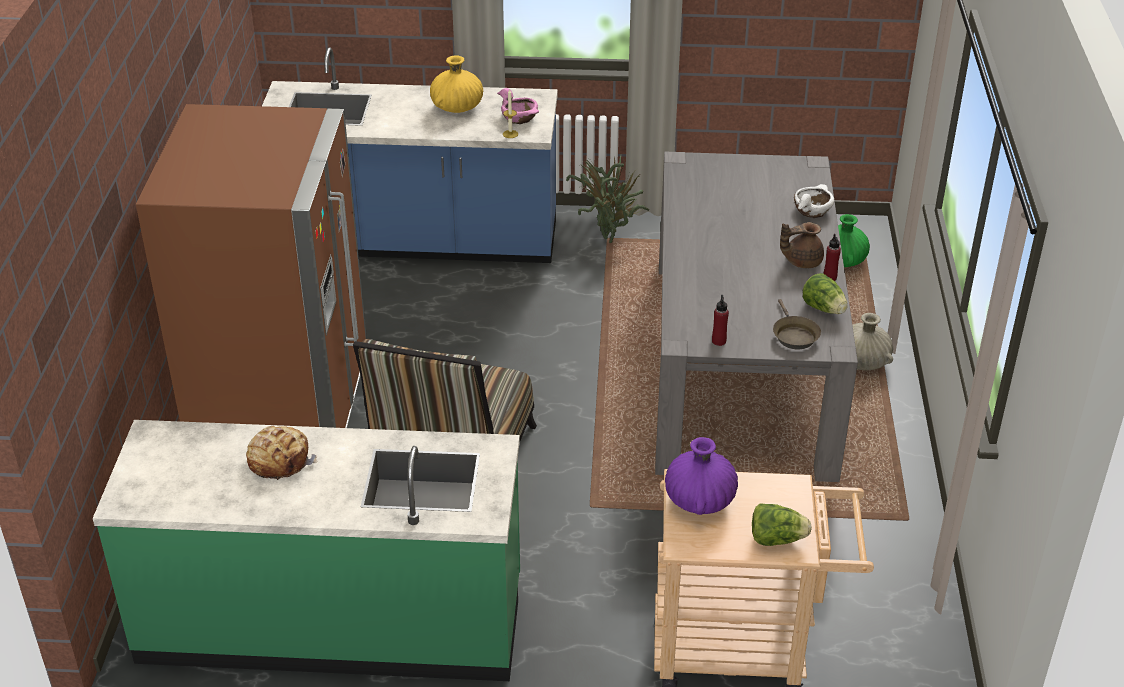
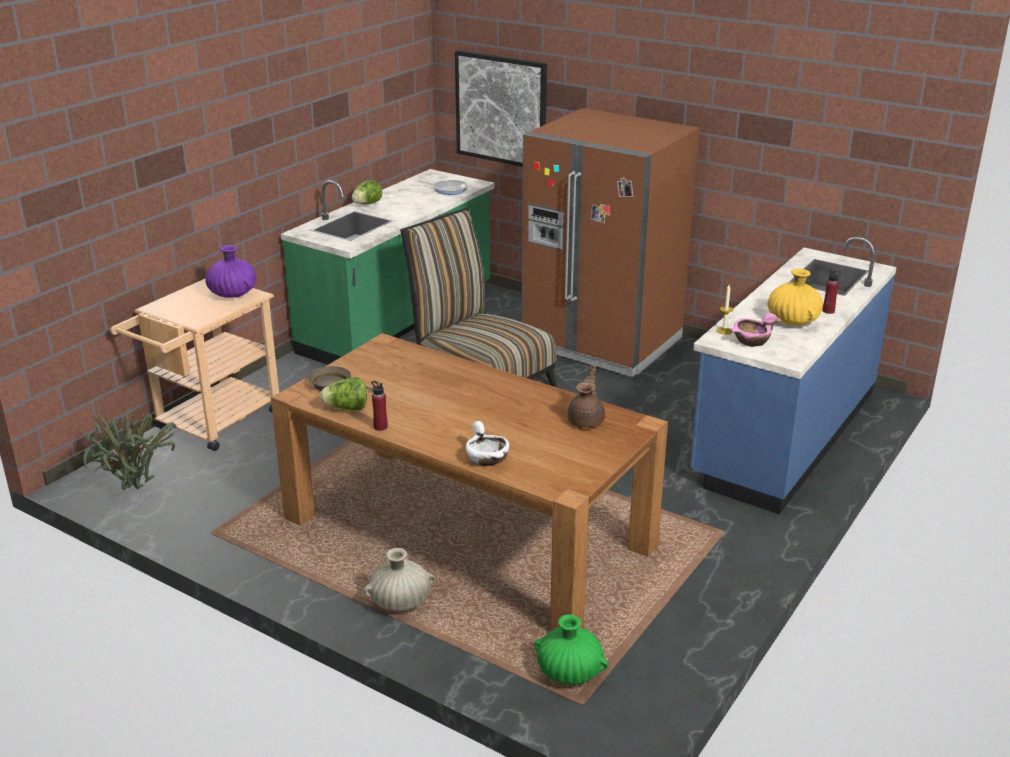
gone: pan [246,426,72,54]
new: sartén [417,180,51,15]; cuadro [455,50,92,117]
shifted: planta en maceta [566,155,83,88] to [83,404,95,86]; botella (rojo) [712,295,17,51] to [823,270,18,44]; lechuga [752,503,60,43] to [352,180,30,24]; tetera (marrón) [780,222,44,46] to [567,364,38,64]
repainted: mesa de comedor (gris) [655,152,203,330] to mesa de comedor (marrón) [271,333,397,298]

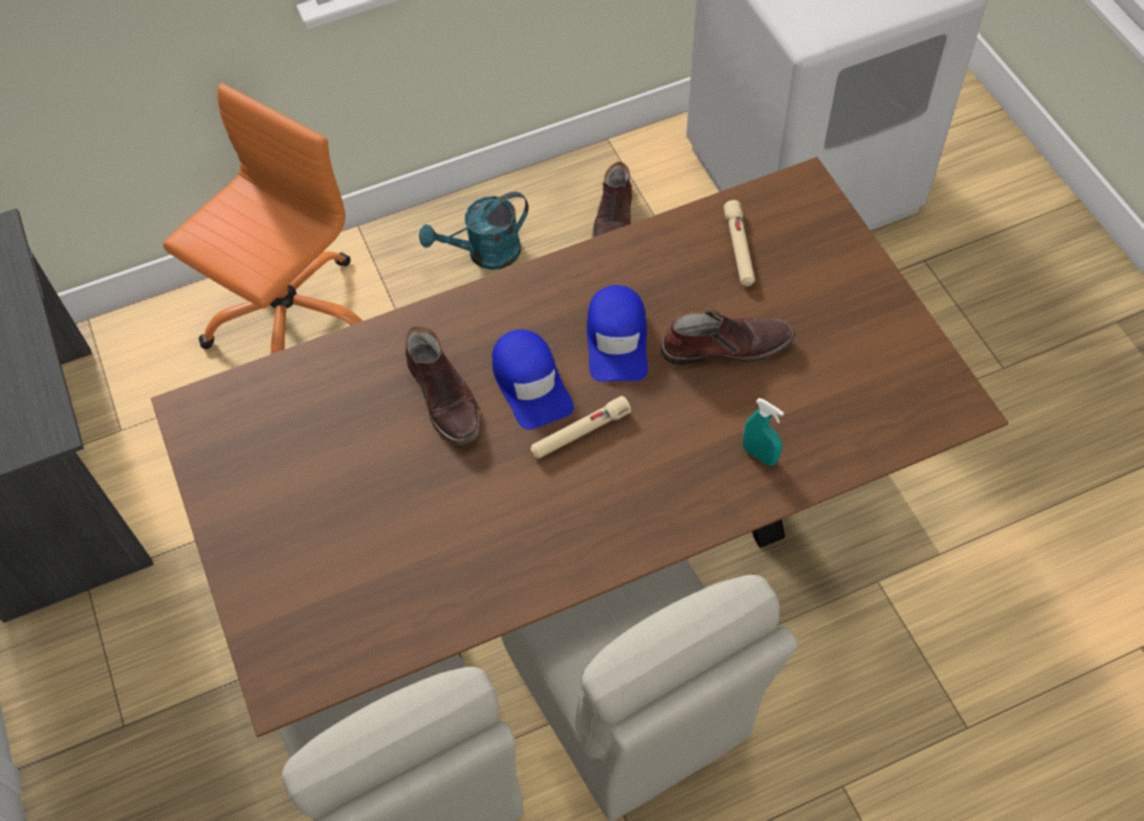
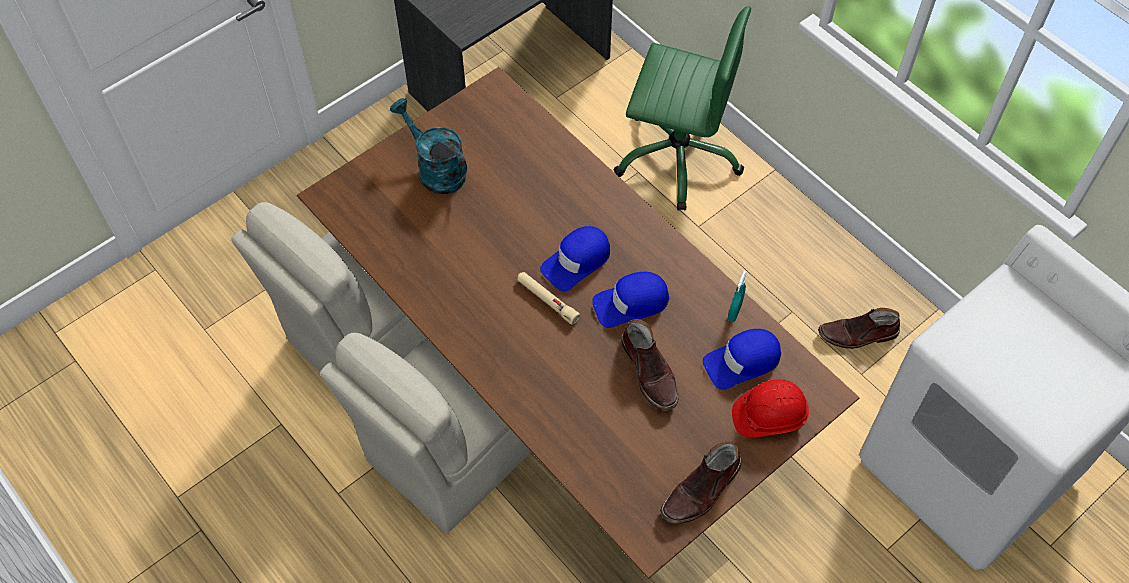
new: casco (rojo) [732,379,77,58]
shifted: bota (marrón) [406,326,75,119] to [660,441,81,83]; regadera (turquesa) [419,192,110,78] to [390,98,77,96]; pulverizador (turquesa) [743,398,41,68] to [728,271,19,51]
swapped: linterna (beis) [724,200,31,86] to gorra (azul) [703,329,78,61]
repainted: silla de oficina (naranja) [163,83,200,271] to silla de oficina (verde) [613,7,138,204]

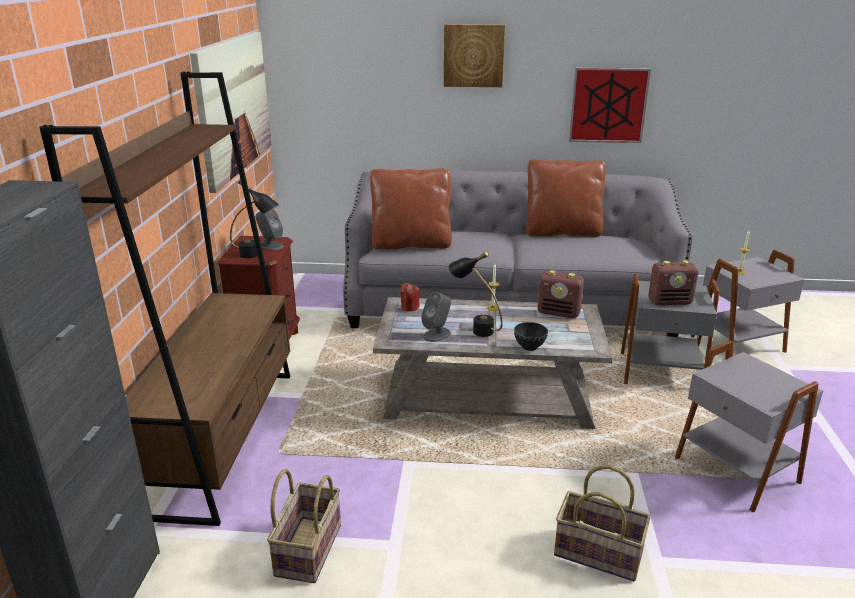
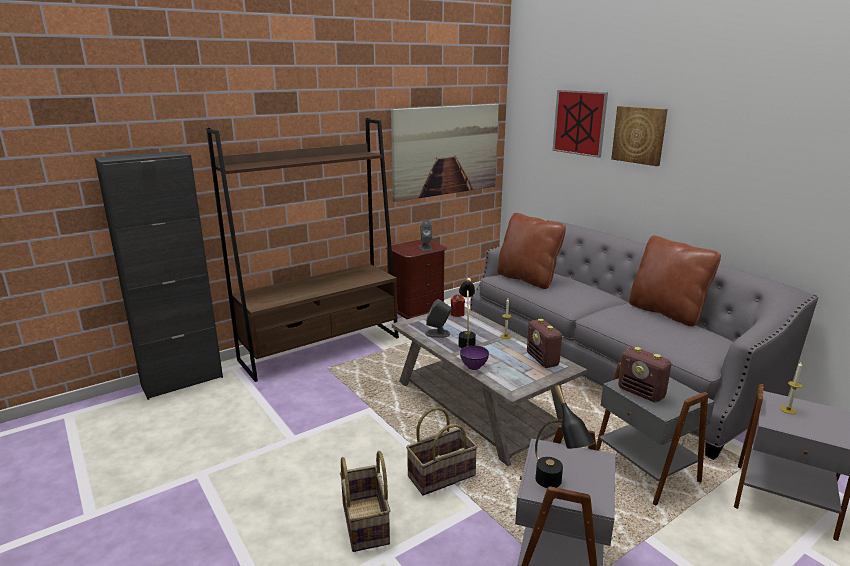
shifted: lámpara de mesa (negro) [230,180,49,78] to [535,385,60,103]; cesta [267,469,74,114] to [406,407,72,89]; cuadro [569,68,82,75] to [552,90,56,68]
repainted: cuenco (negro) [514,322,34,29] to cuenco (morado) [460,345,29,25]

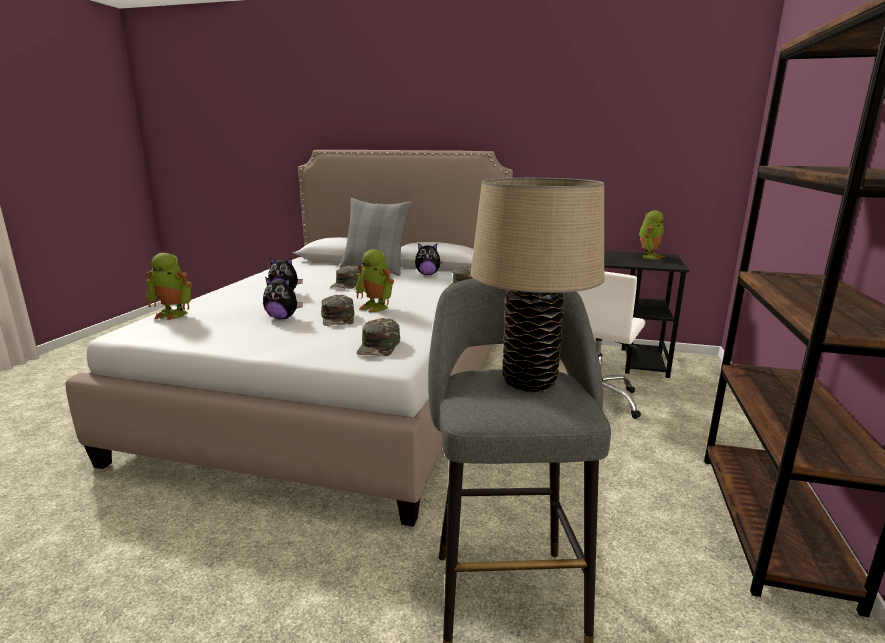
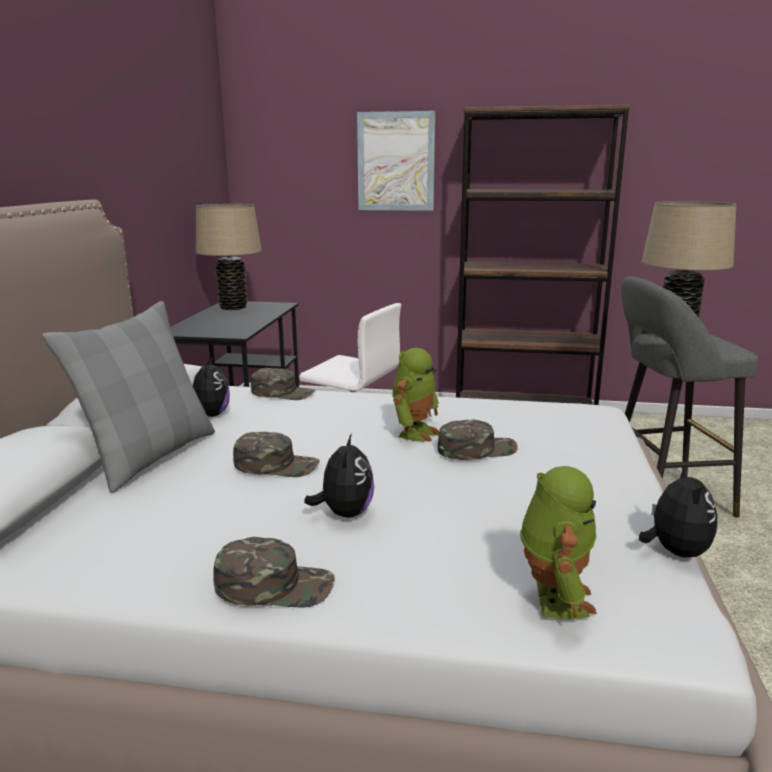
new: cuadro [357,111,78,100]
shifted: peluche [263,277,40,42] to [639,463,78,94]; gorra (verde) [357,318,43,38] to [213,537,122,71]
swapped: robot de juguete [639,210,25,50] to lámpara de mesa (beis) [196,204,66,106]

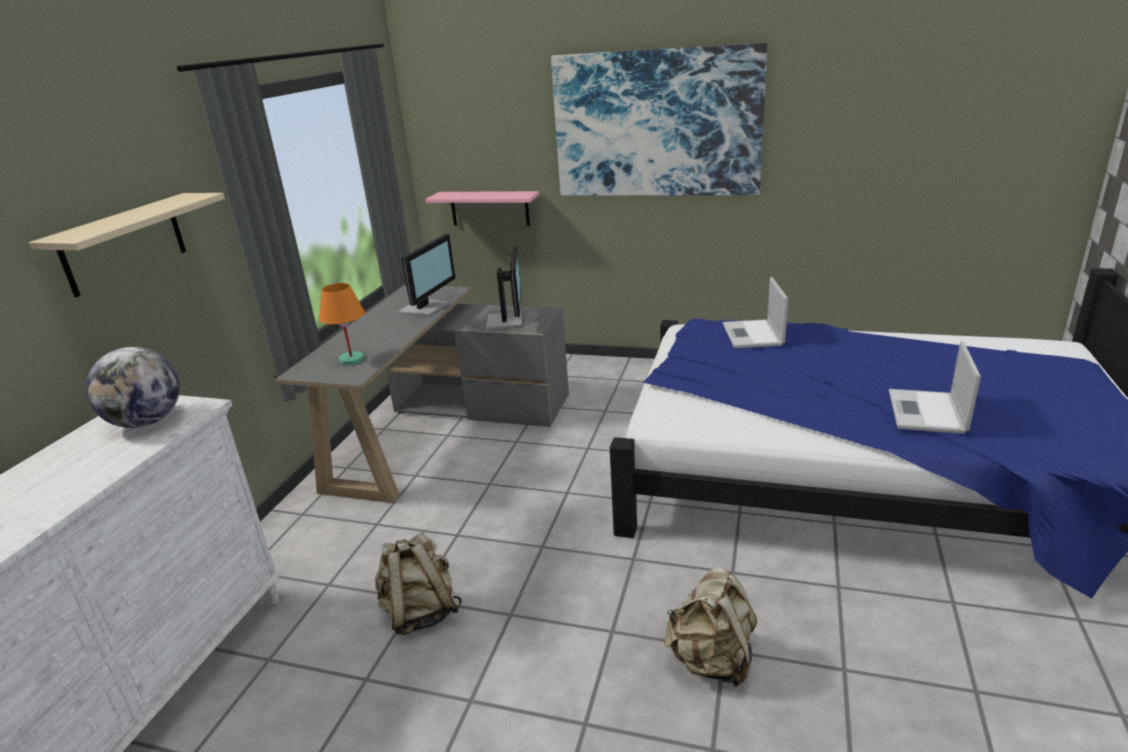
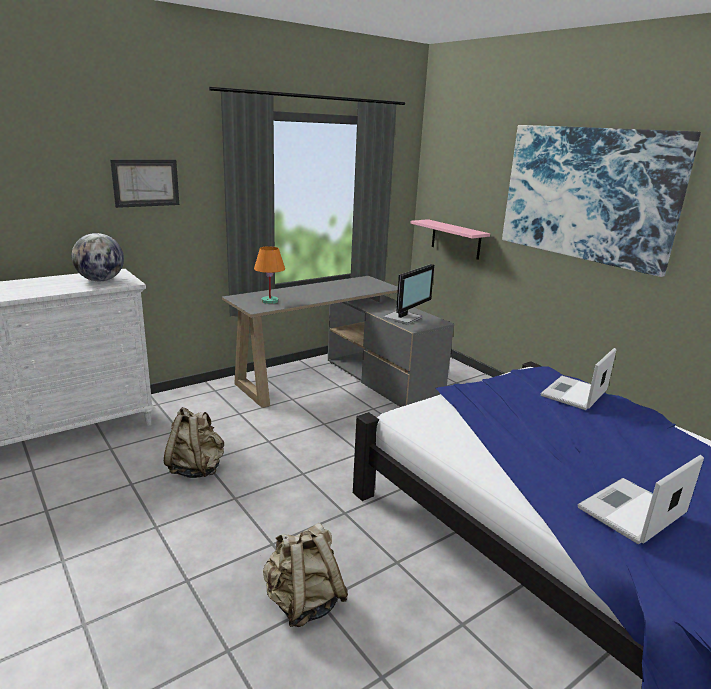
gone: monitor [398,234,58,83]
swapped: estante (beis) [29,193,196,104] to cuadro [110,160,69,48]

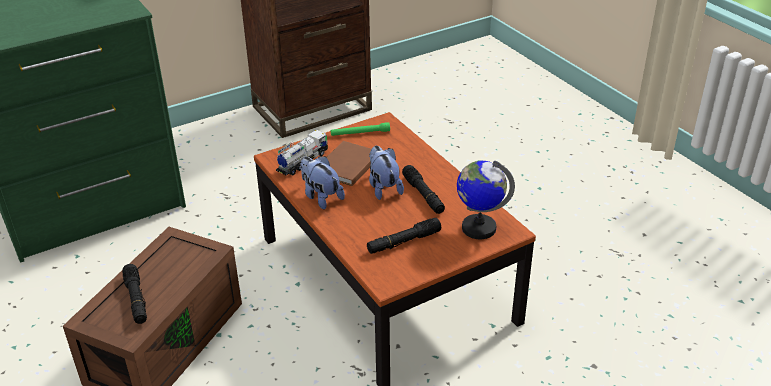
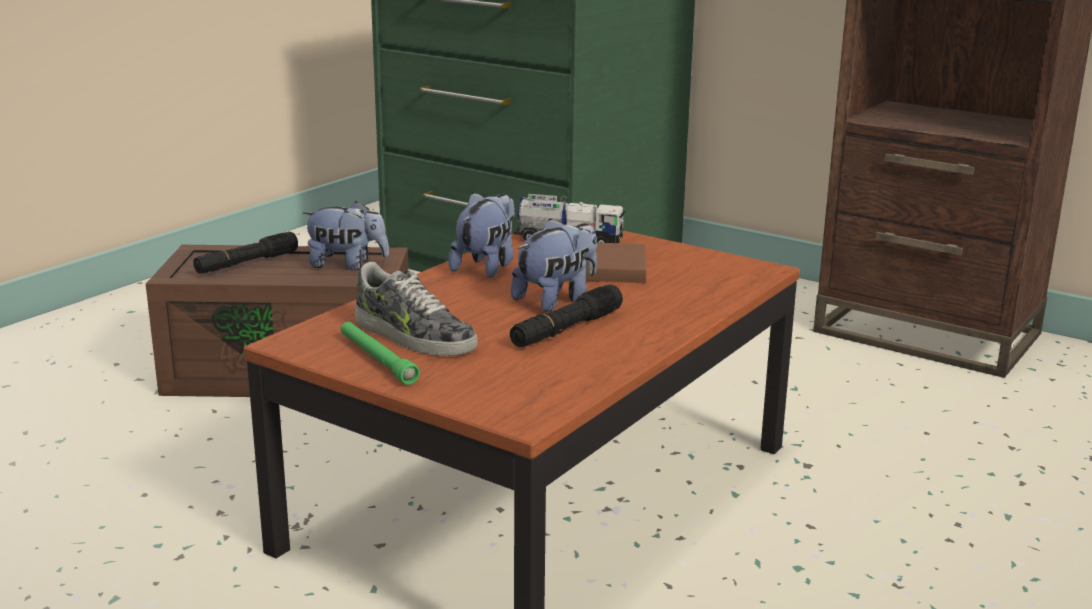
gone: globo terráqueo [457,161,58,78]
new: peluche [302,201,87,69]
shifted: linterna (verde) [331,122,59,14] to [341,322,79,63]
swapped: linterna (negro) [367,218,74,36] to zapato [355,262,123,94]

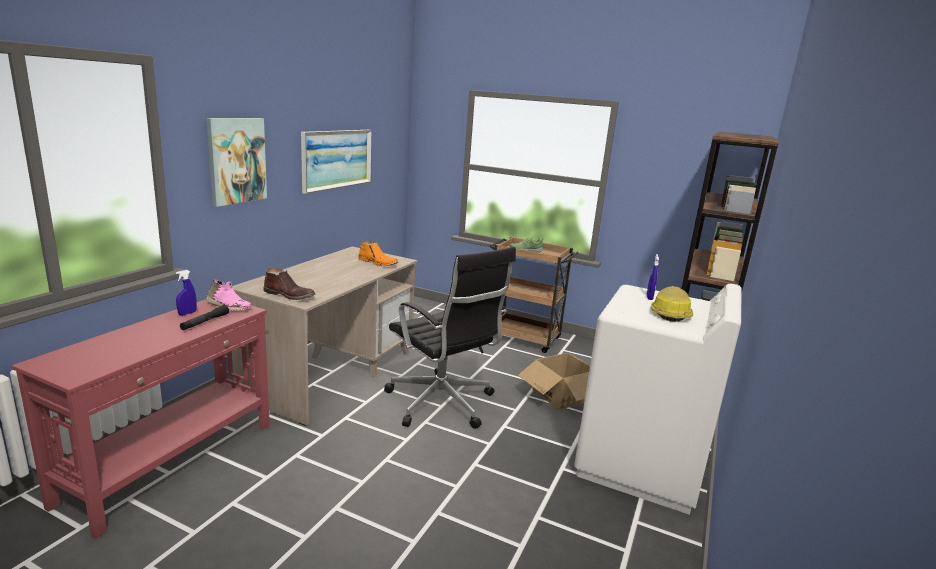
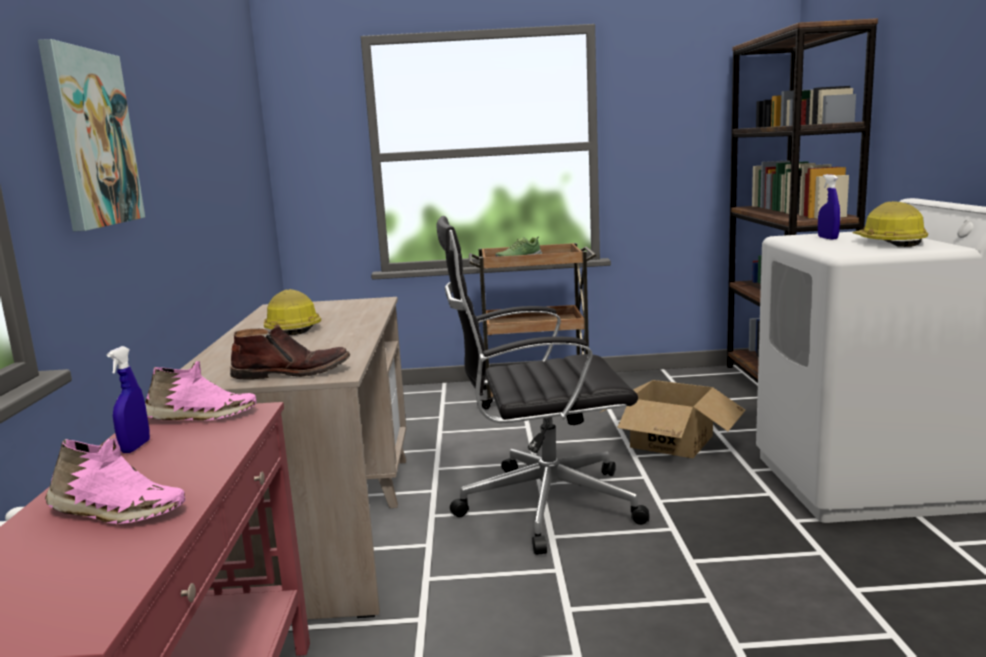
gone: linterna (negro) [180,305,49,25]; cuadro [301,130,71,64]; bota (naranja) [358,240,40,26]
new: zapato (rosa) [45,438,141,86]; casco [264,289,57,46]
rotated: silla de oficina (negro) [384,247,132,182] = [437,216,212,339] 150 degrees clockwise

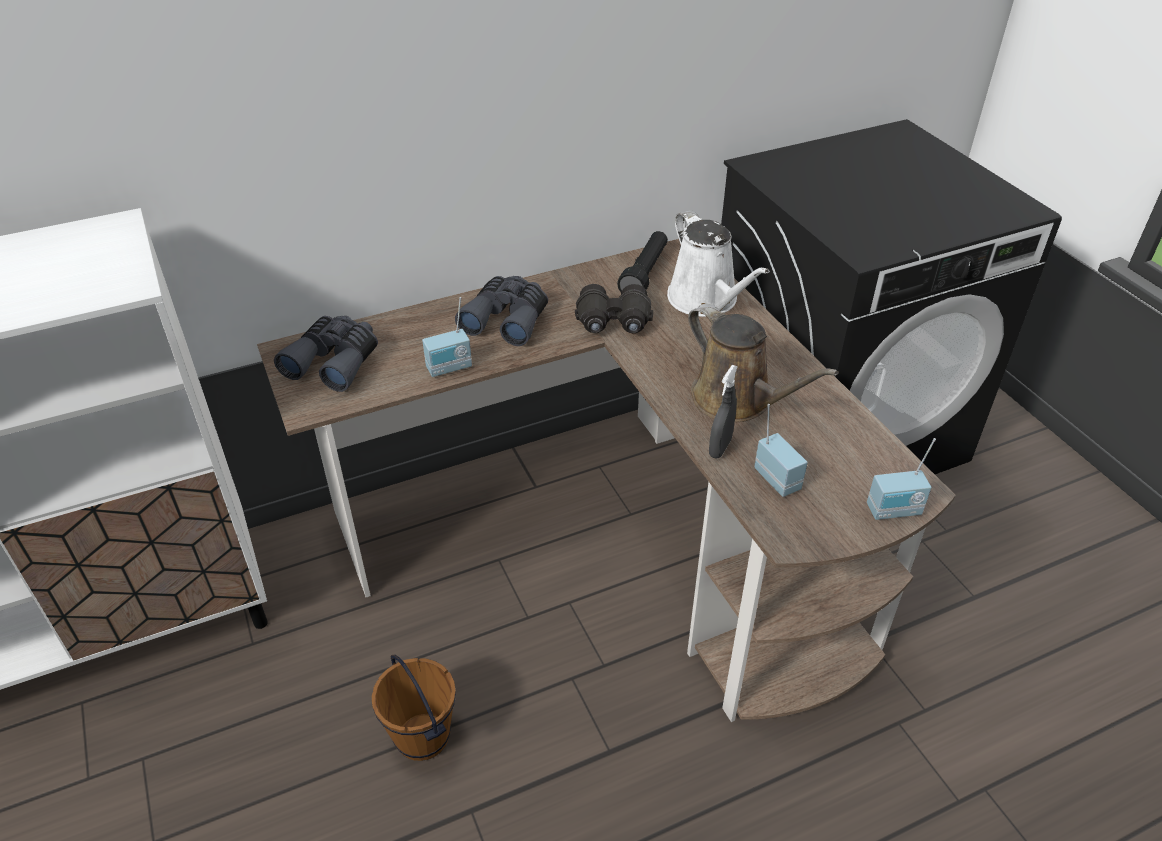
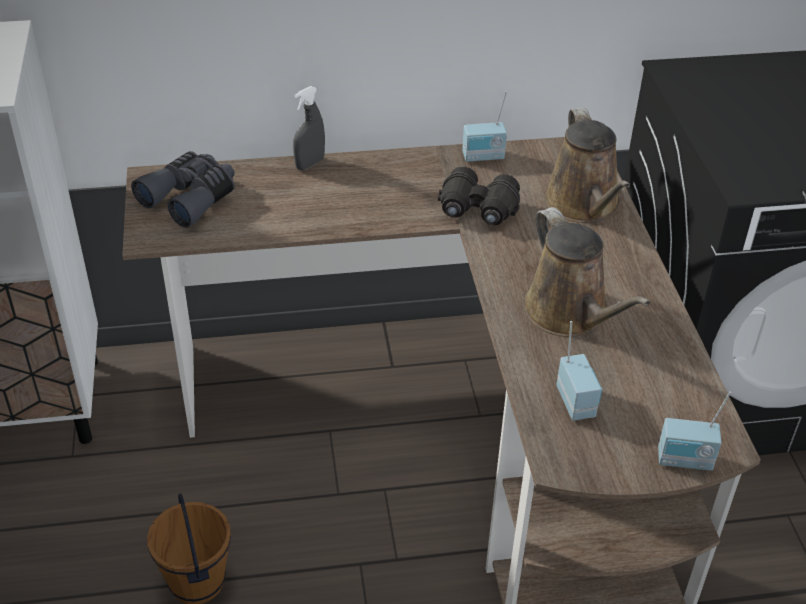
gone: prismáticos (gris) [455,276,93,70]; linterna (negro) [617,231,51,61]
shifted: radio [422,297,50,80] to [462,91,45,71]; pulverizador (gris) [709,365,29,93] to [293,86,32,84]
repainted: regadera (blanco) [667,210,103,107] to regadera (marrón) [544,107,86,116]

